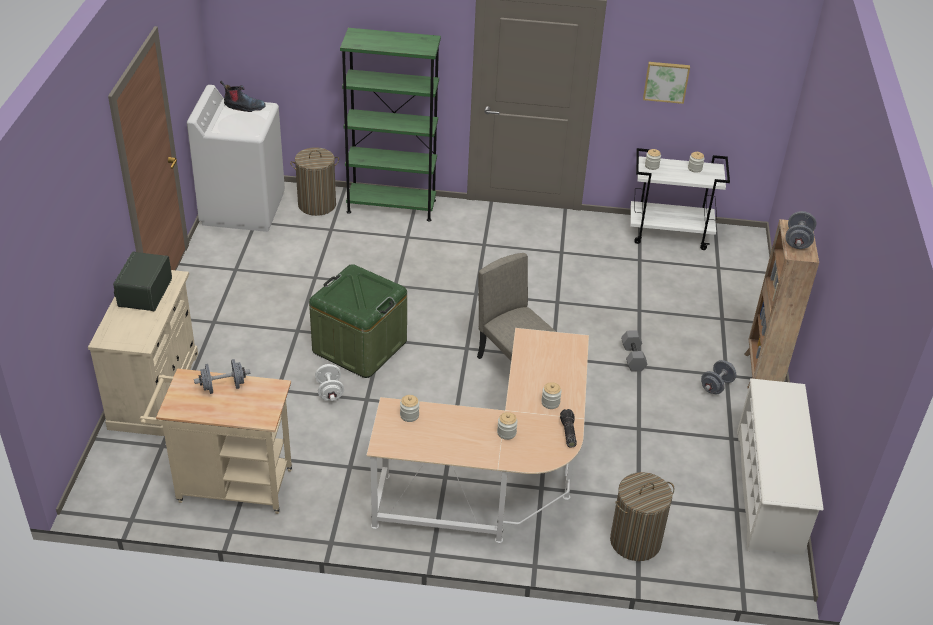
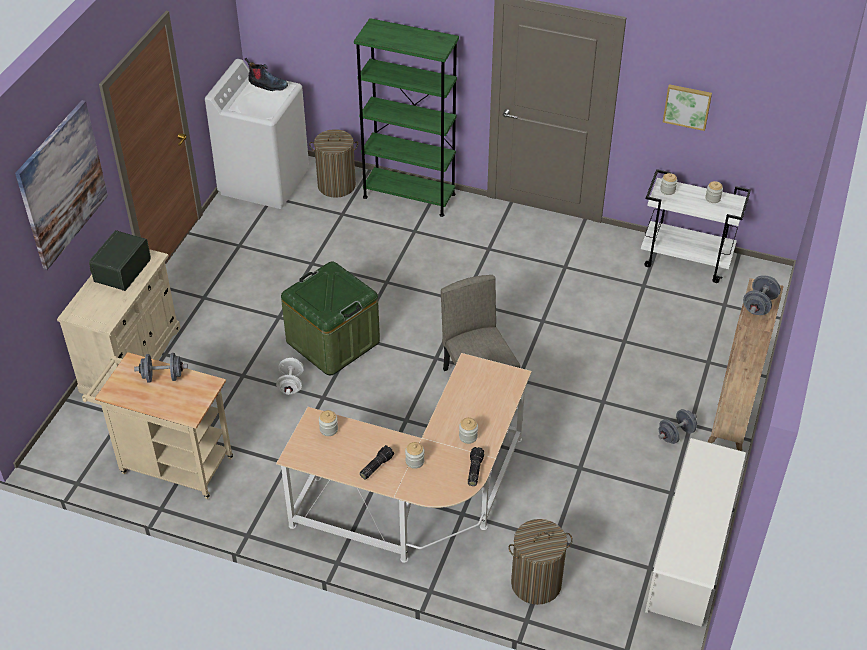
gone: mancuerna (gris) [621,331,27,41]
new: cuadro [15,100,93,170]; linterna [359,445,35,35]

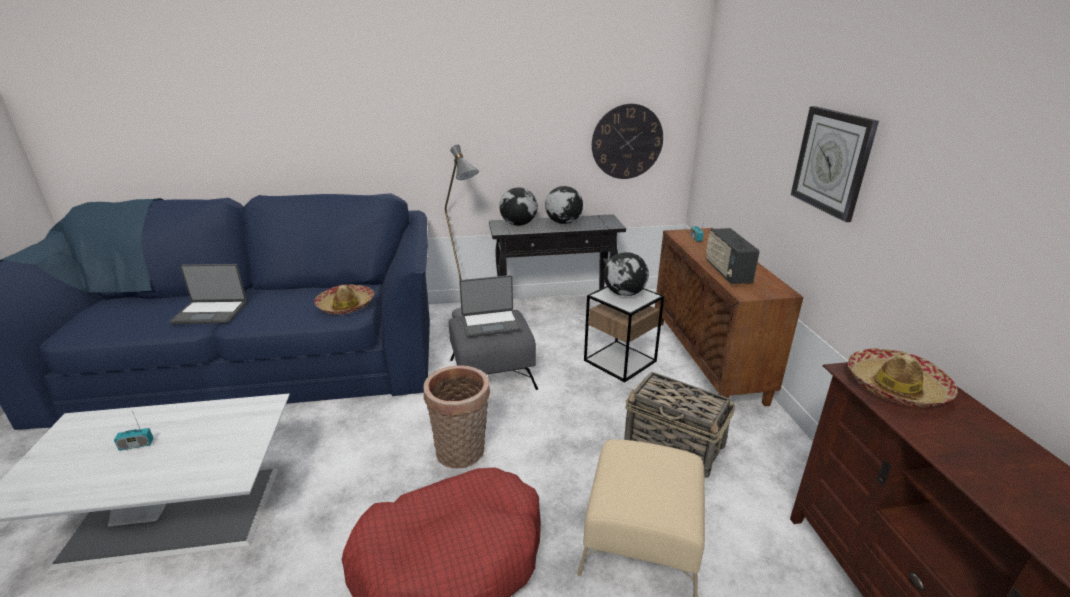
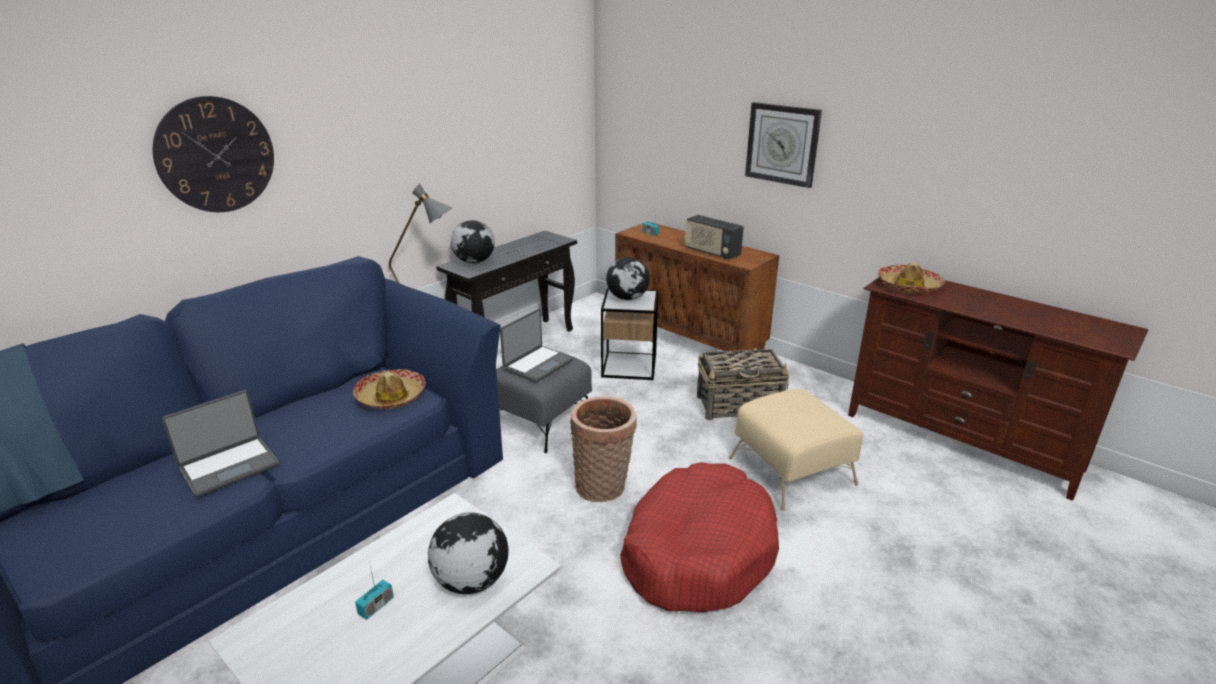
shifted: globo terráqueo [545,186,38,38] to [428,512,81,82]; reloj de pared [592,104,71,75] to [153,96,121,116]

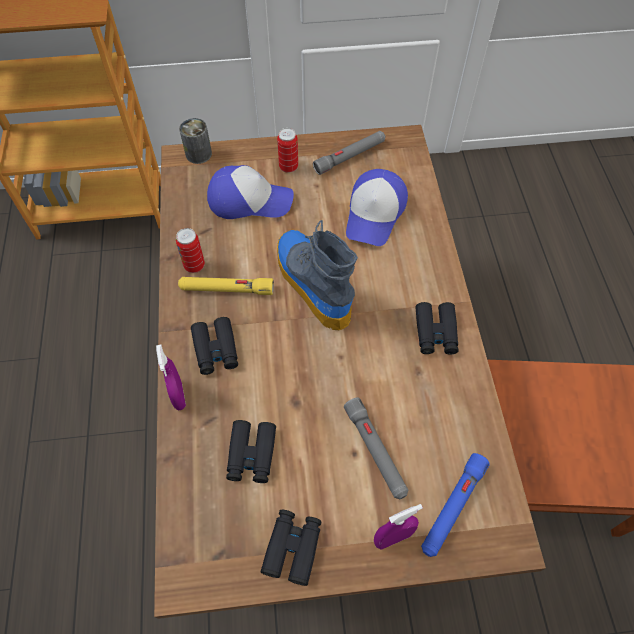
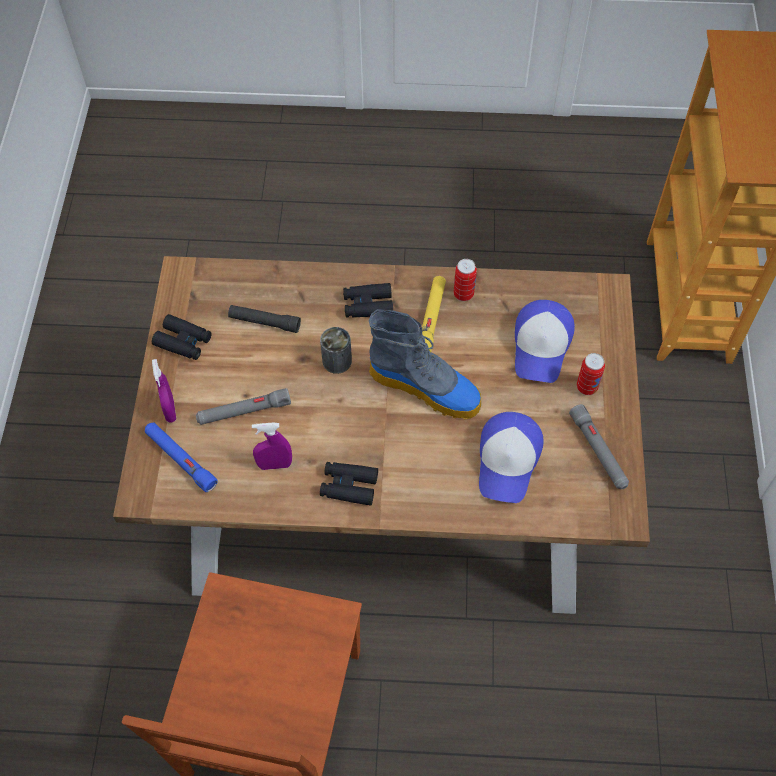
shifted: pulverizador (morado) [156,345,30,65] to [252,423,40,47]; lata [179,118,33,46] to [320,327,32,47]
swapped: prismáticos (negro) [226,420,50,63] to linterna (negro) [228,305,73,28]
rotated: bota [277,220,81,110] = [369,309,112,110] 45 degrees clockwise; gorra [346,169,62,77] = [479,412,65,91] 105 degrees counterclockwise

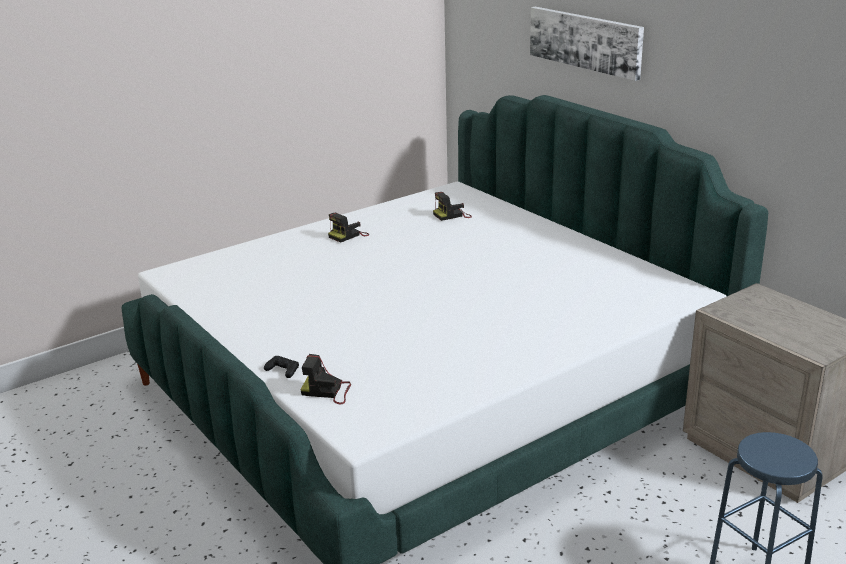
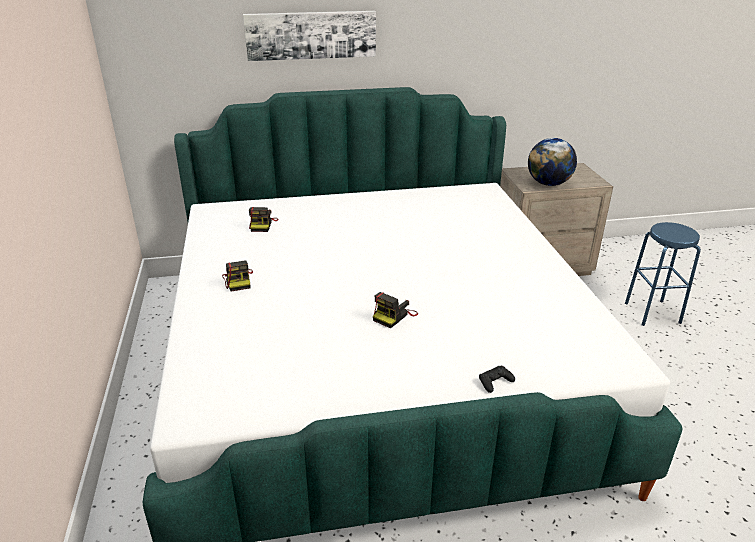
new: globo terráqueo [528,138,49,48]
shifted: cámara [300,354,51,50] to [373,292,45,36]

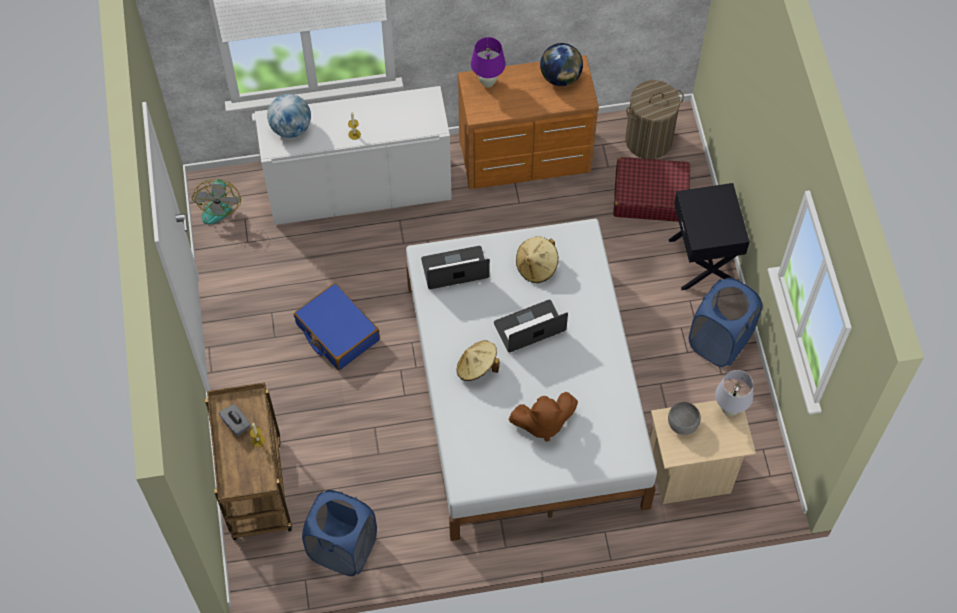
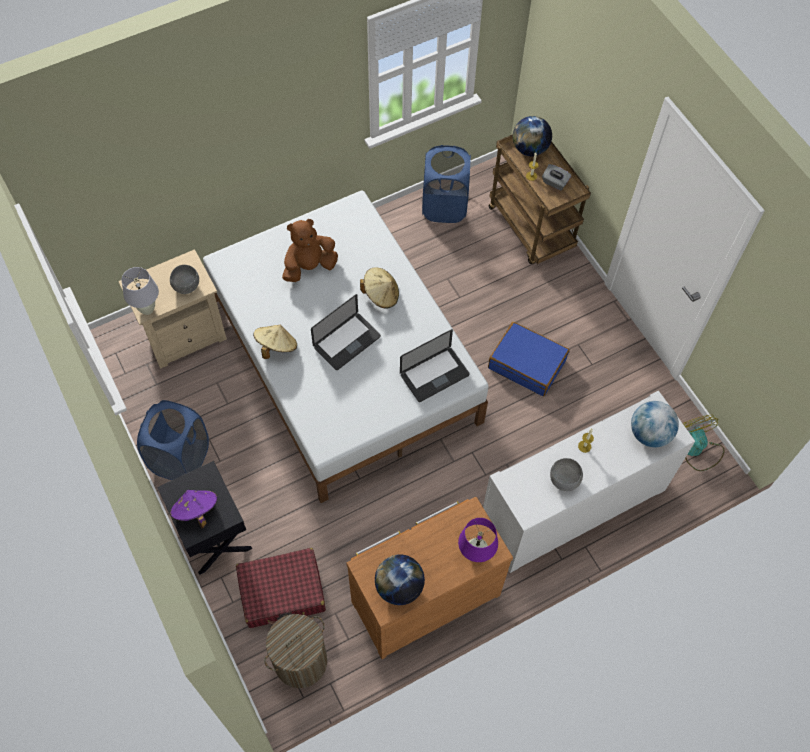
new: sombrero (morado) [170,490,47,38]; globo terráqueo [513,116,39,40]; cuenco (gris) [550,458,33,33]
shifted: sombrero (beis) [516,236,42,47] to [253,325,44,34]

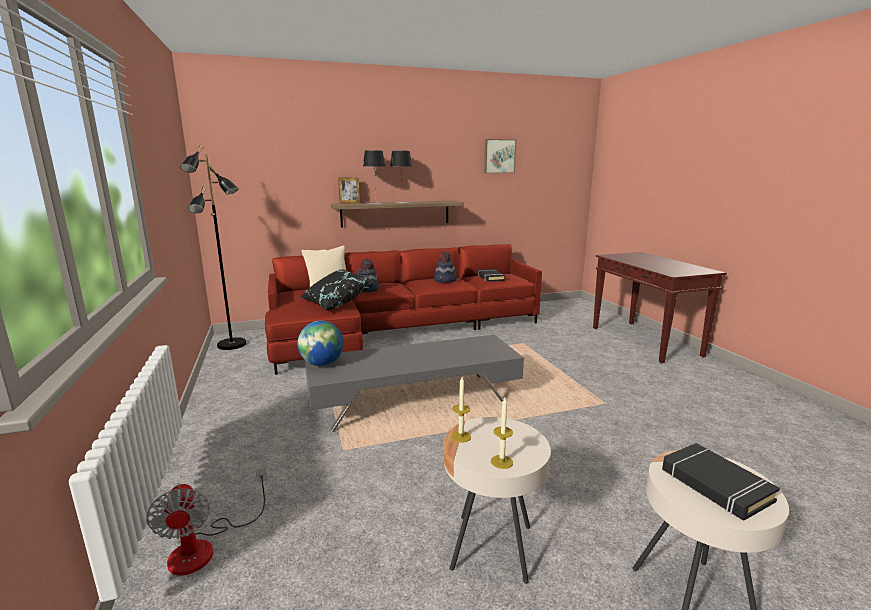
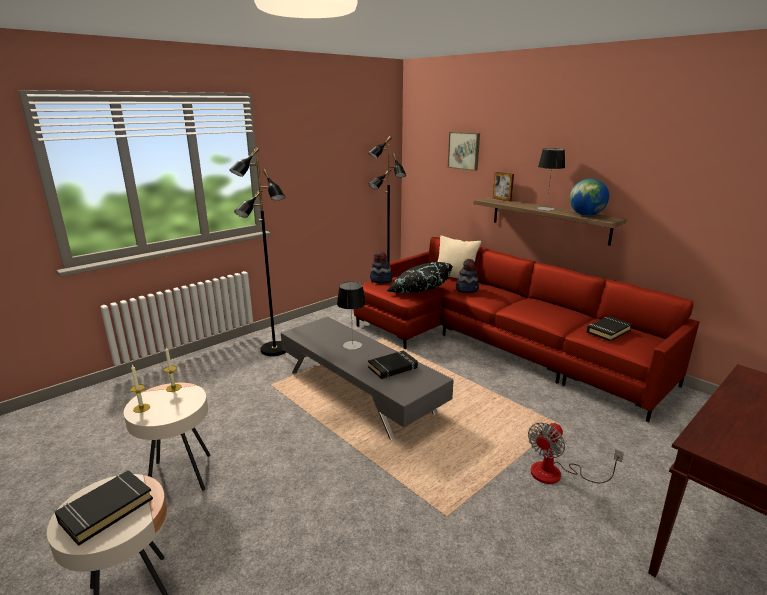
new: lámpara de pie (negro) [229,147,57,209]; libro (negro) [368,350,50,29]
shifted: ventilador [146,468,121,108] to [528,423,96,61]; globo terráqueo [297,321,47,45] to [570,178,39,38]; lámpara de mesa [363,151,22,53] to [337,282,29,68]; sombrero [434,251,23,32] to [370,251,22,33]; cuadro [484,139,32,34] to [448,132,32,39]

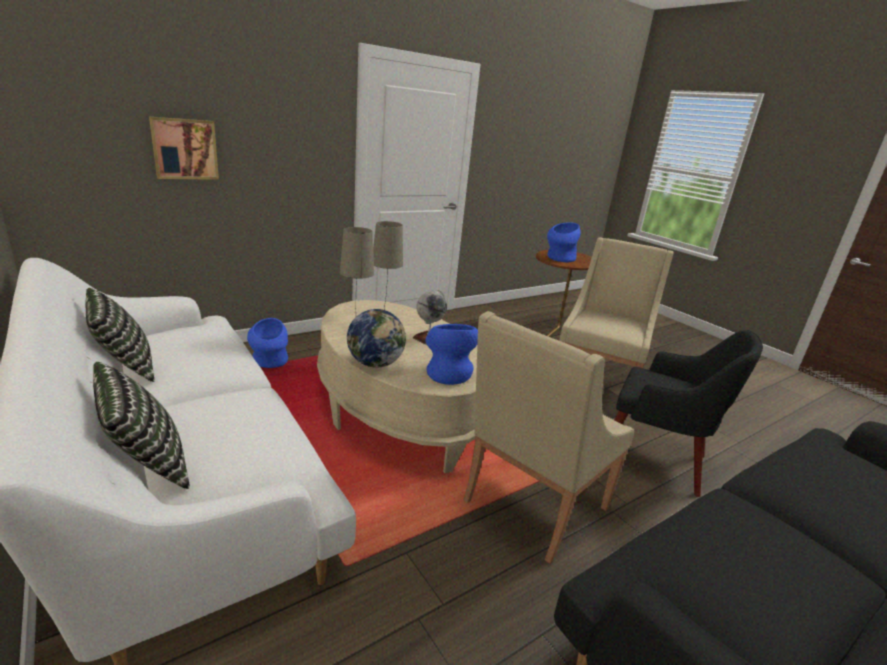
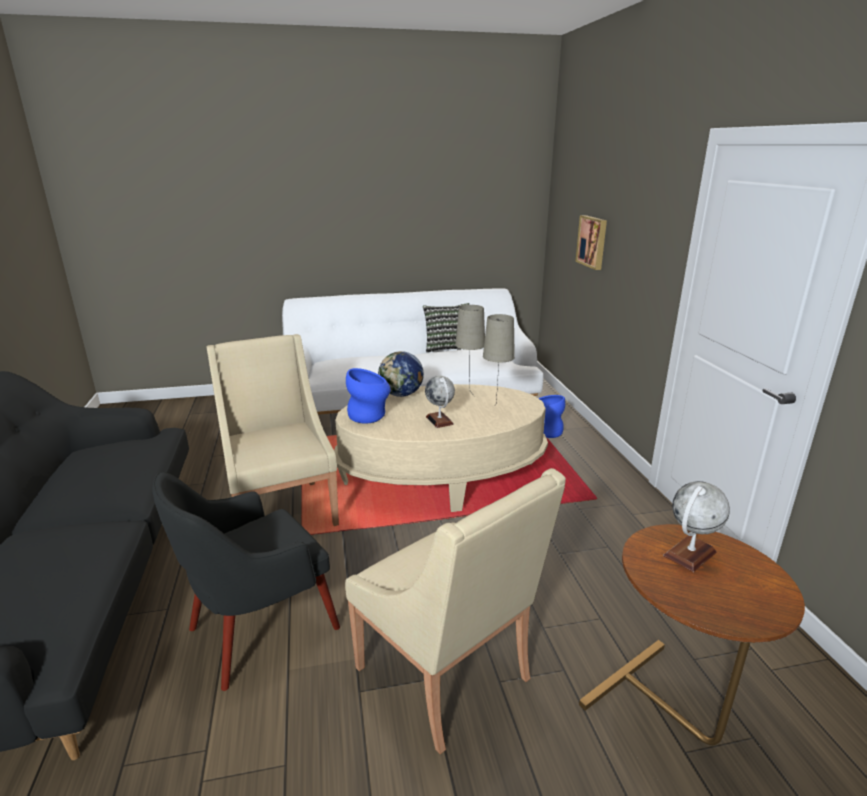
gone: cojín [93,362,97,127]
swapped: florero (azul) [547,222,34,40] to globo terráqueo [663,481,67,91]

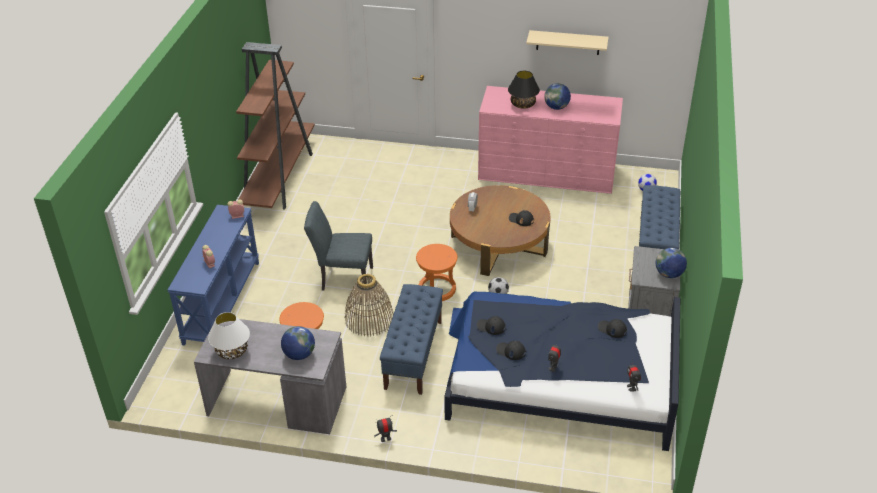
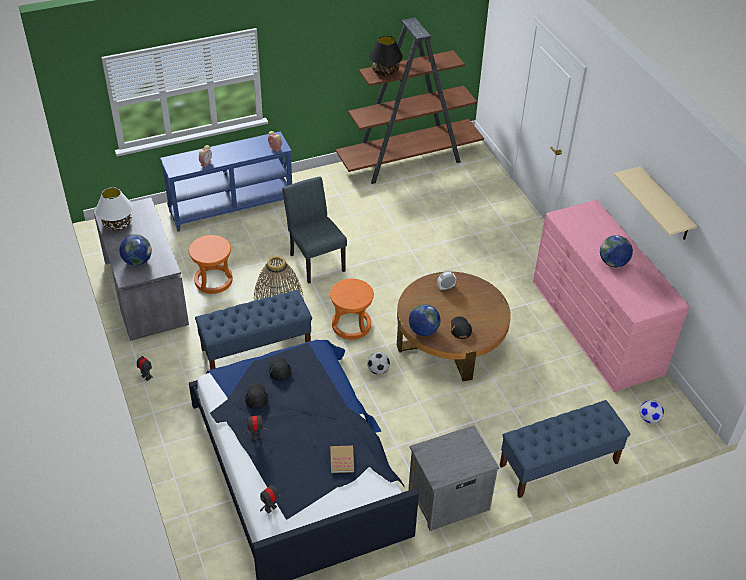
shifted: lámpara de mesa (negro) [508,71,32,38] to [369,36,34,40]; globo terráqueo [656,248,31,30] to [409,304,32,32]
swapped: gorra (negro) [598,319,29,19] to libro [330,445,24,28]

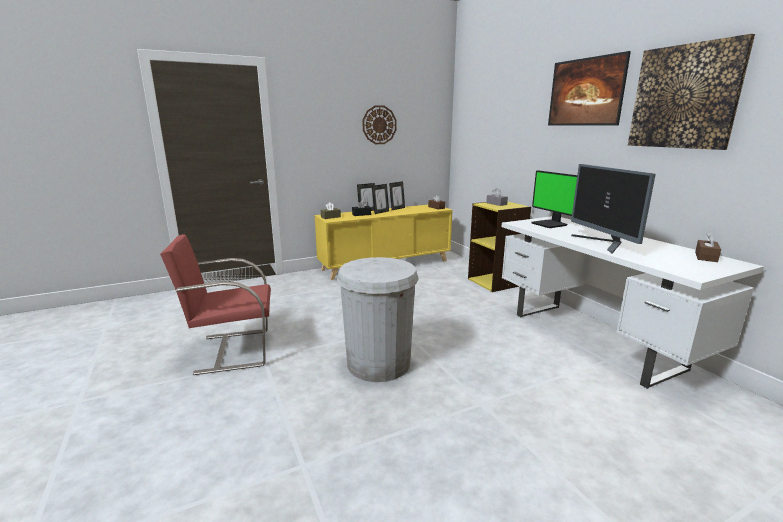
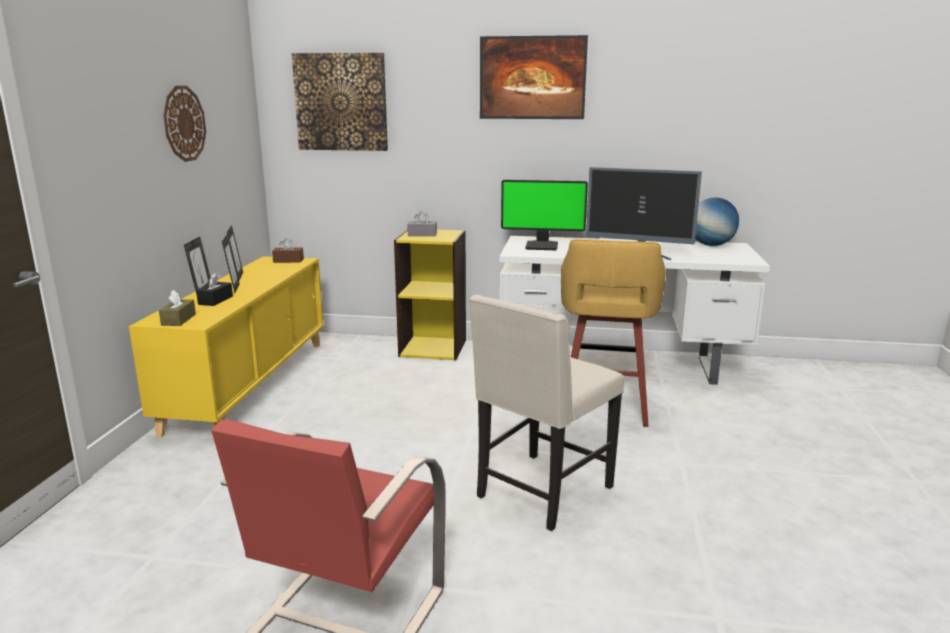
new: taburete (amarillo) [561,239,105,188]
shifted: cuadro [628,34,127,116] to [292,53,96,98]
swapped: papelera (blanco) [337,257,82,125] to silla (beis) [469,295,155,236]; caja de pañuelos (marrón) [695,232,26,30] to globo terráqueo [695,197,44,49]

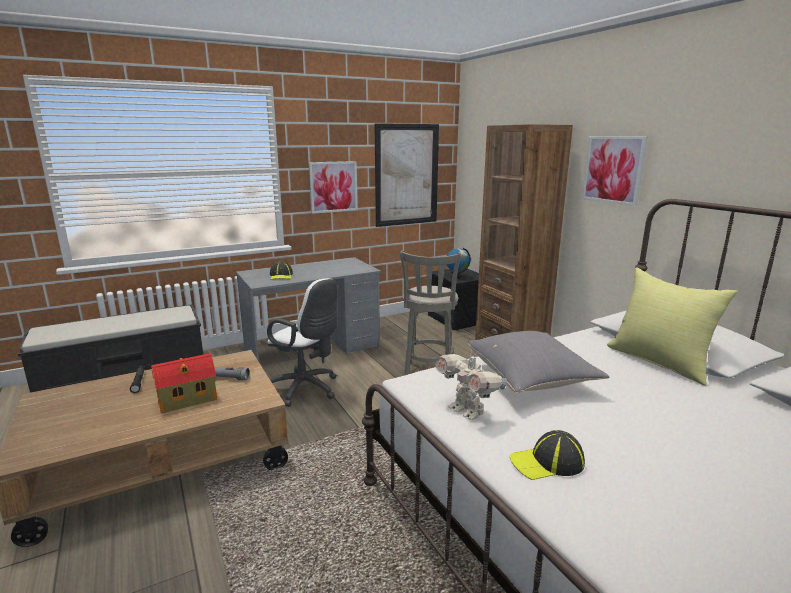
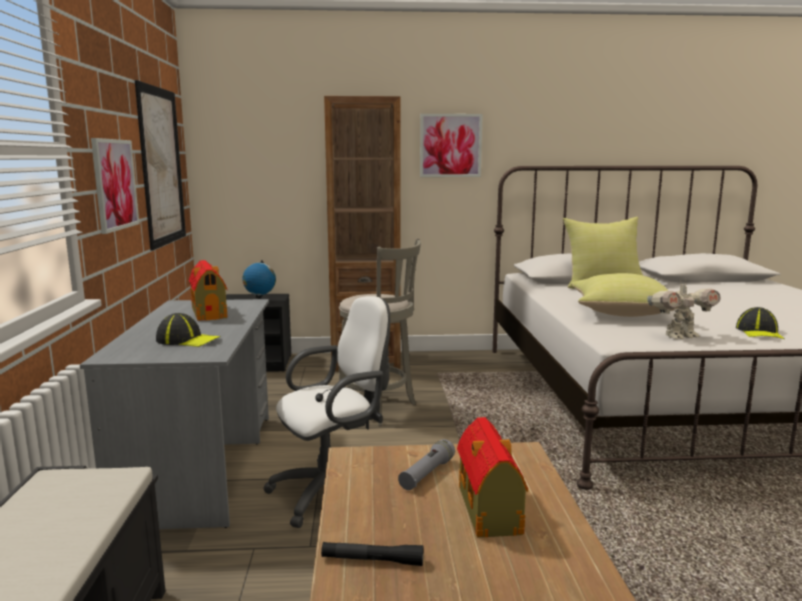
new: casita [189,260,38,61]
repainted: cojín (gris) [468,331,141,62] to cojín (amarillo) [571,273,107,44]

